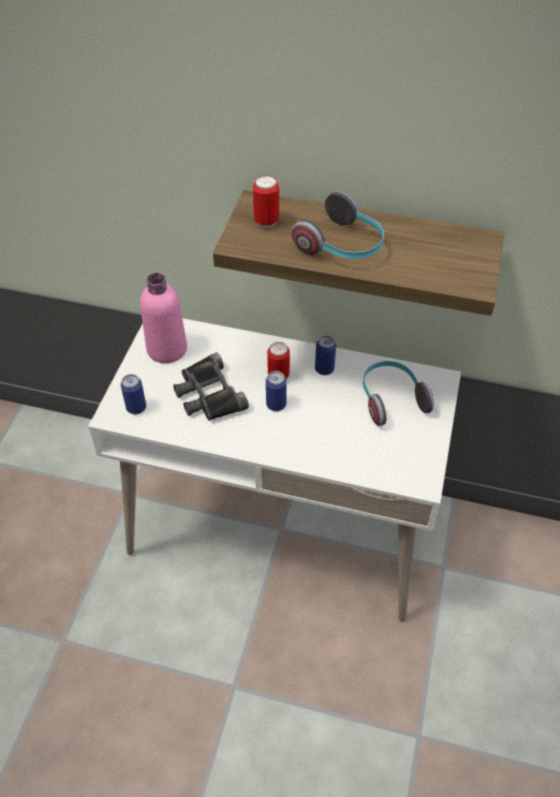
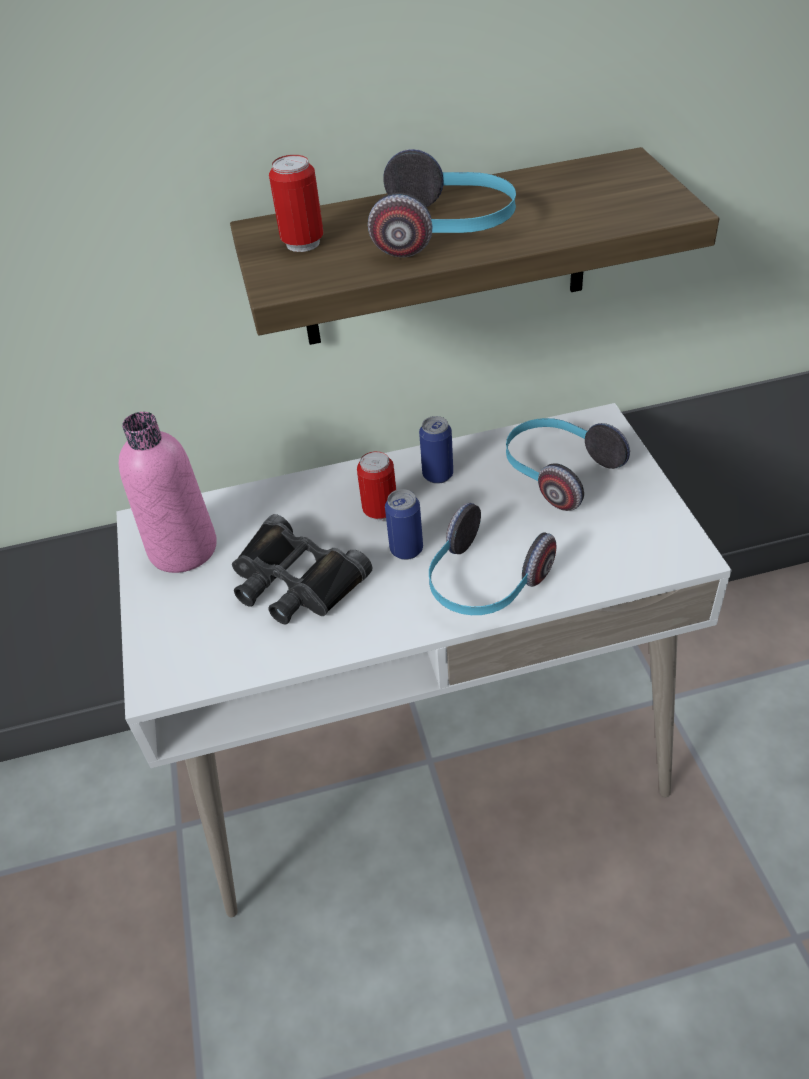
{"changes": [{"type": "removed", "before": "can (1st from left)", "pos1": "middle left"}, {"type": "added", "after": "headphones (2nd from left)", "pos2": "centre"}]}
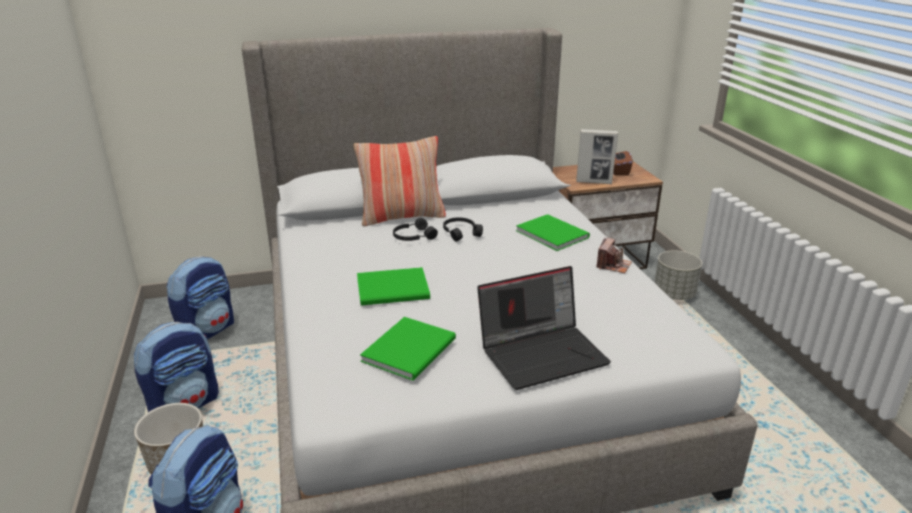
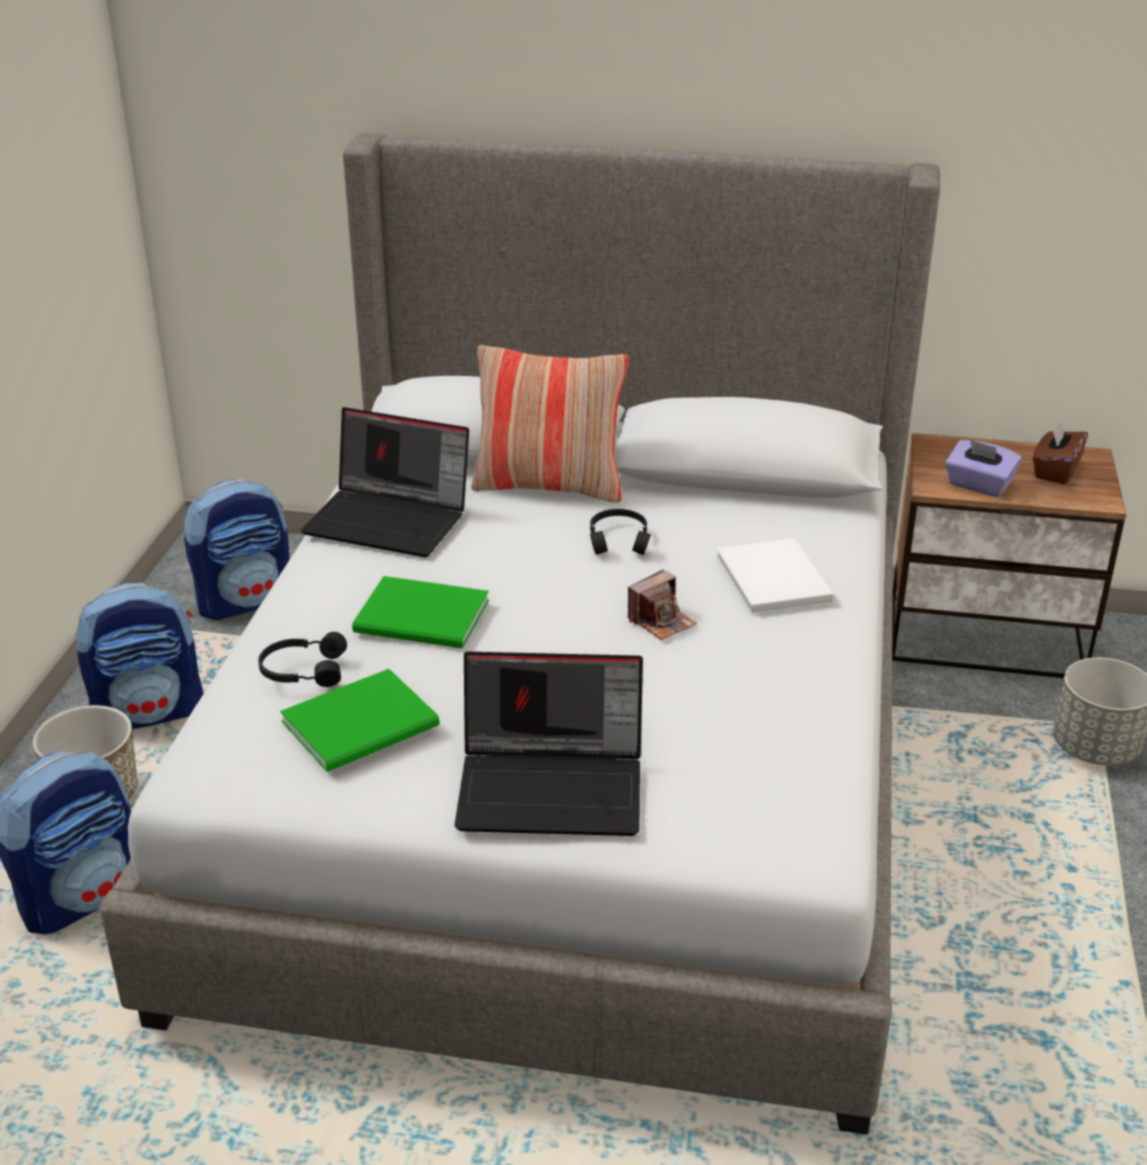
{"changes": [{"type": "replaced", "before": "picture frame", "after": "tissue box/purple", "pos1": "top centre", "pos2": "middle right"}, {"type": "recoloured", "before": "book/green (3rd from left)", "after": "book/white", "pos1": "centre", "pos2": "middle right"}, {"type": "moved", "before": "headphones/black (1st from left)", "pos1": "centre", "pos2": "middle left"}, {"type": "moved", "before": "photo camera", "pos1": "middle right", "pos2": "centre"}, {"type": "added", "after": "laptop (1st from left)", "pos2": "centre"}]}
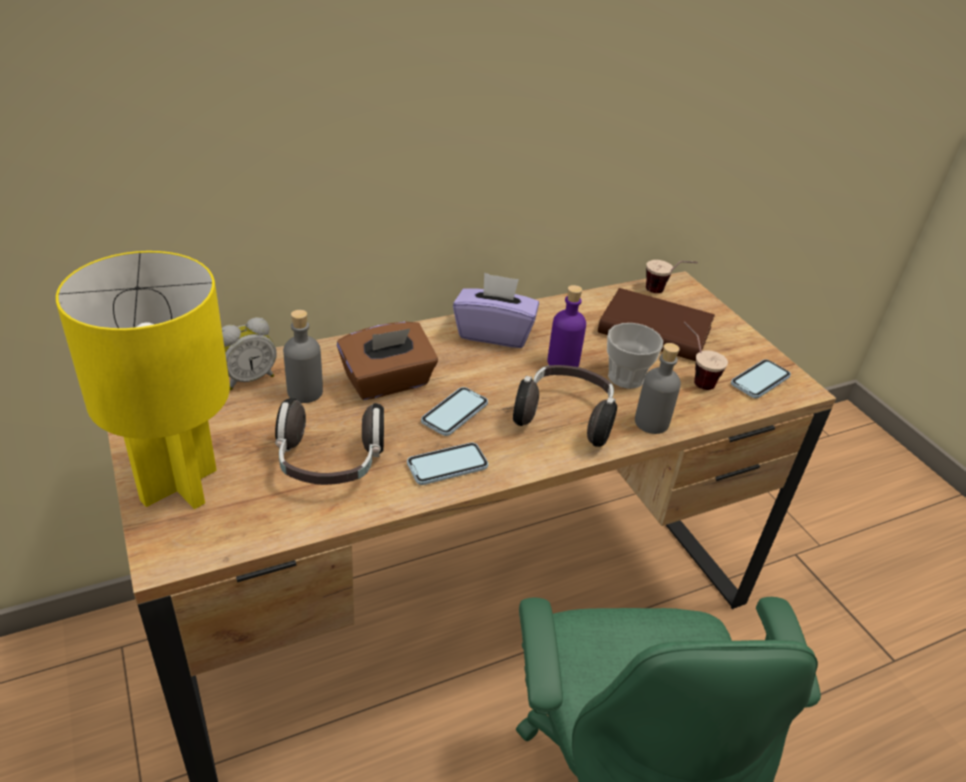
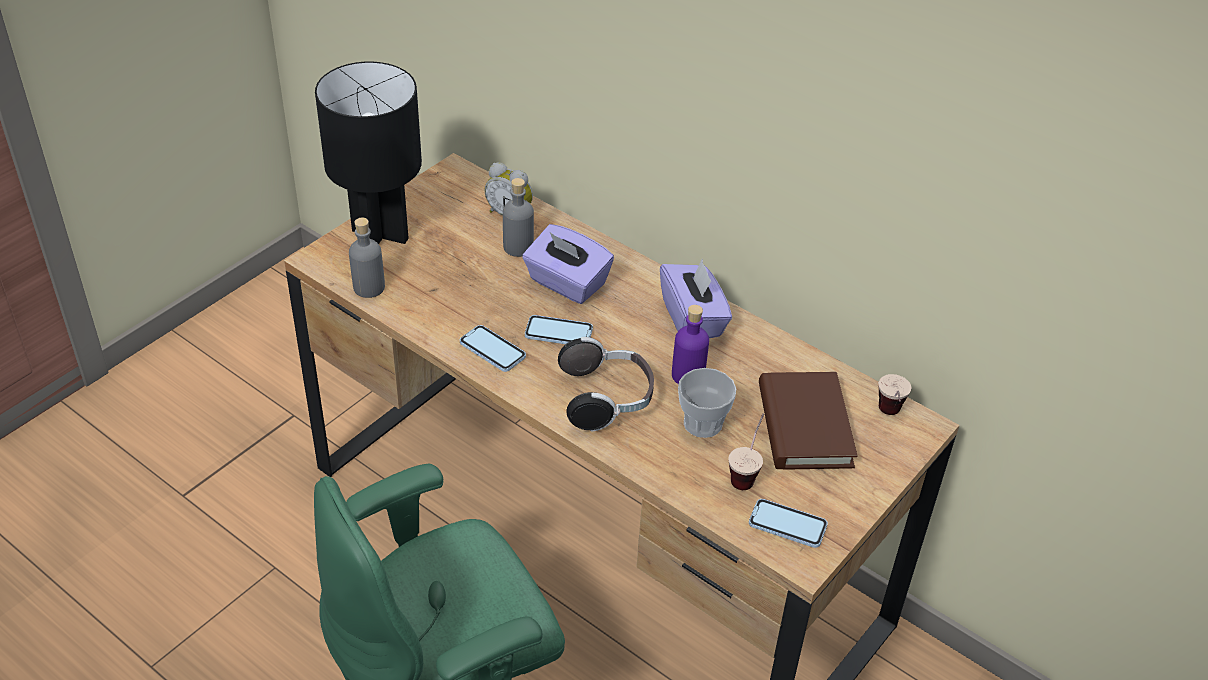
{"changes": [{"type": "recoloured", "before": "table lamp/yellow", "after": "table lamp/black", "pos1": "middle left", "pos2": "top left"}, {"type": "recoloured", "before": "tissue box/brown", "after": "tissue box/purple (1st from left)", "pos1": "centre", "pos2": "centre"}, {"type": "moved", "before": "bottle/grey (2nd from left in the first image)", "after": "bottle/grey (1st from left)", "pos1": "middle right", "pos2": "middle left"}, {"type": "removed", "before": "headphones (1st from left)", "pos1": "centre"}]}
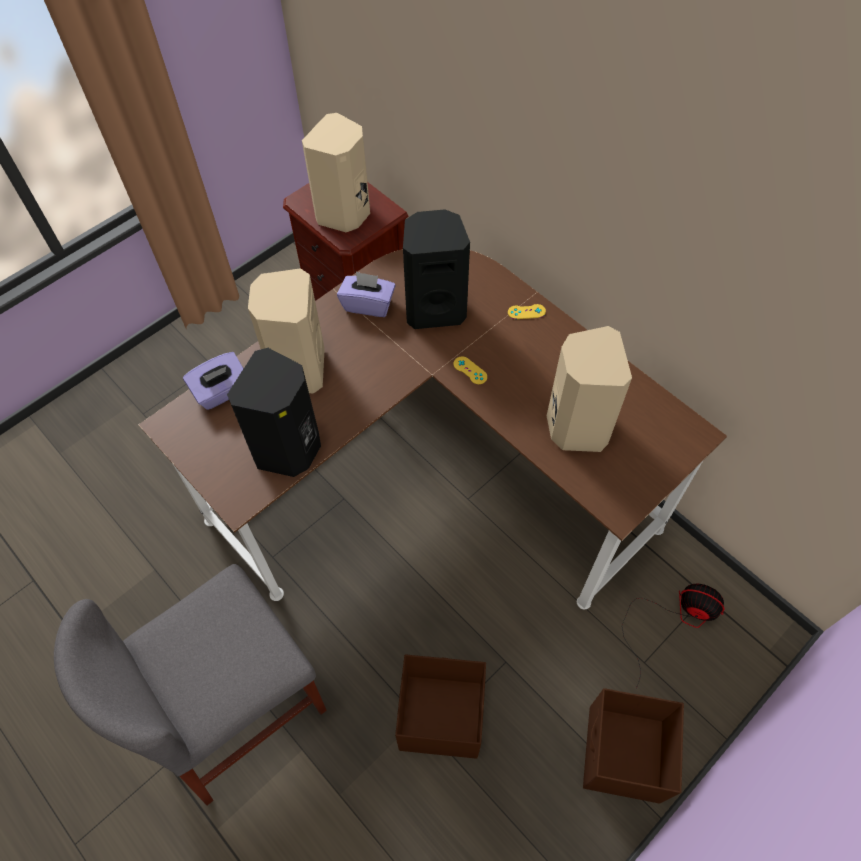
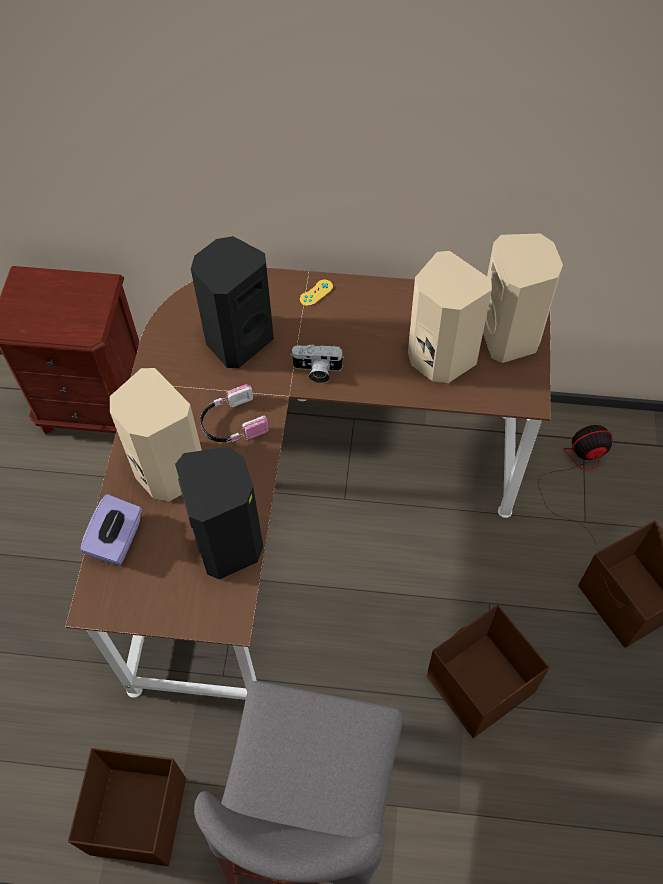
{"changes": [{"type": "moved", "before": "speaker/beige (2nd from left in the first image)", "after": "speaker/beige (3rd from left)", "pos1": "top centre", "pos2": "middle right"}, {"type": "removed", "before": "tissue box/purple (2nd from left)", "pos1": "centre"}, {"type": "replaced", "before": "game controller/yellow (1st from left)", "after": "photo camera", "pos1": "centre", "pos2": "centre"}, {"type": "added", "after": "headphones", "pos2": "centre"}, {"type": "added", "after": "storage box/brown (1st from left)", "pos2": "bottom left"}]}
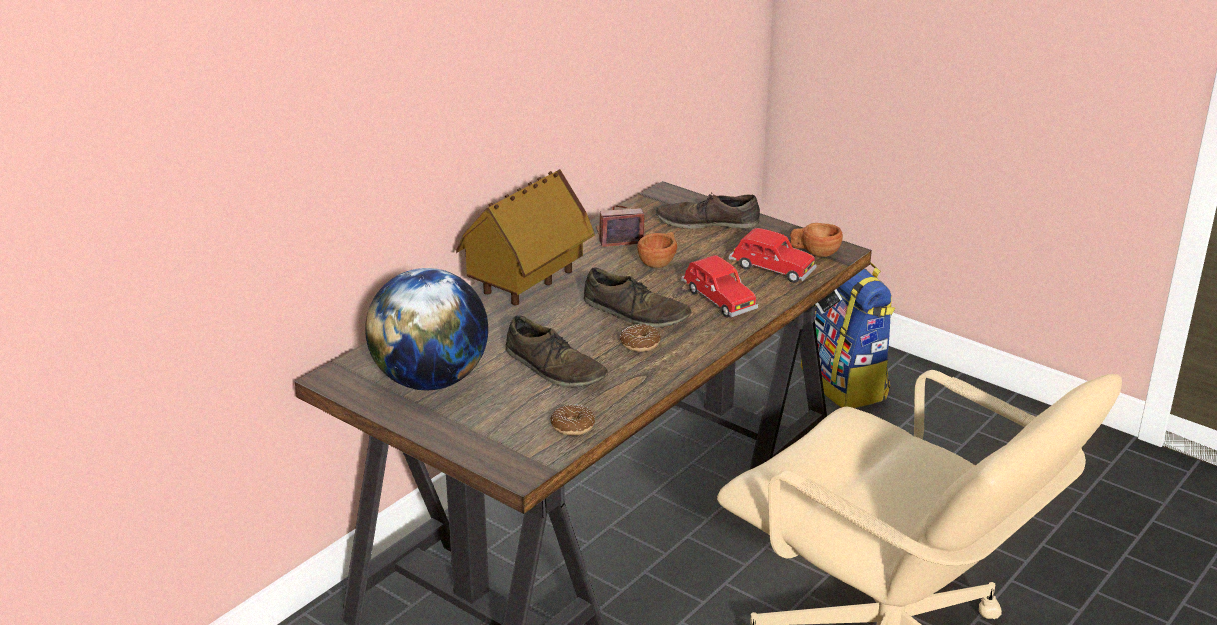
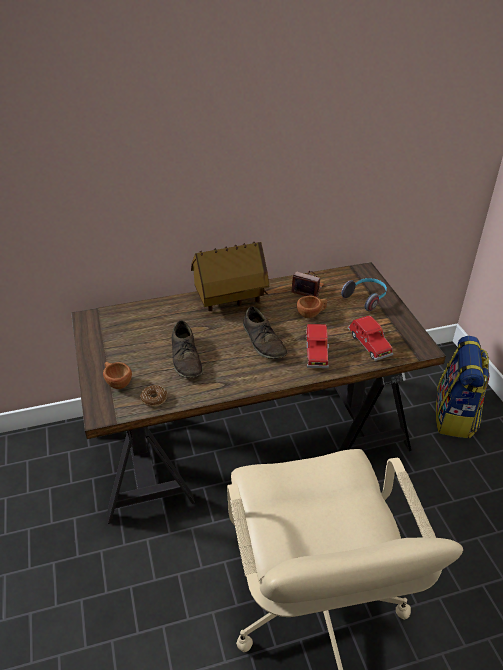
{"changes": [{"type": "replaced", "before": "shoe/brown (3rd from left)", "after": "headphones", "pos1": "centre", "pos2": "middle right"}, {"type": "moved", "before": "cup/brown (2nd from left in the first image)", "after": "cup/brown (1st from left)", "pos1": "middle right", "pos2": "middle left"}, {"type": "removed", "before": "globe", "pos1": "centre"}, {"type": "removed", "before": "donut (2nd from left)", "pos1": "centre"}]}
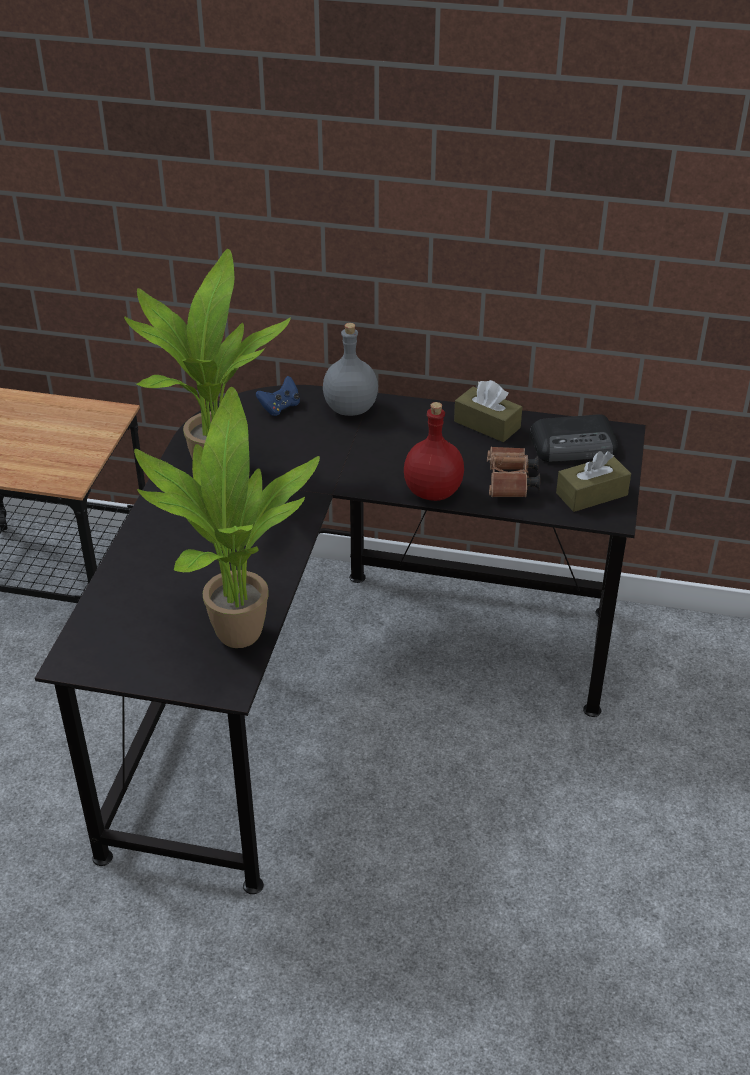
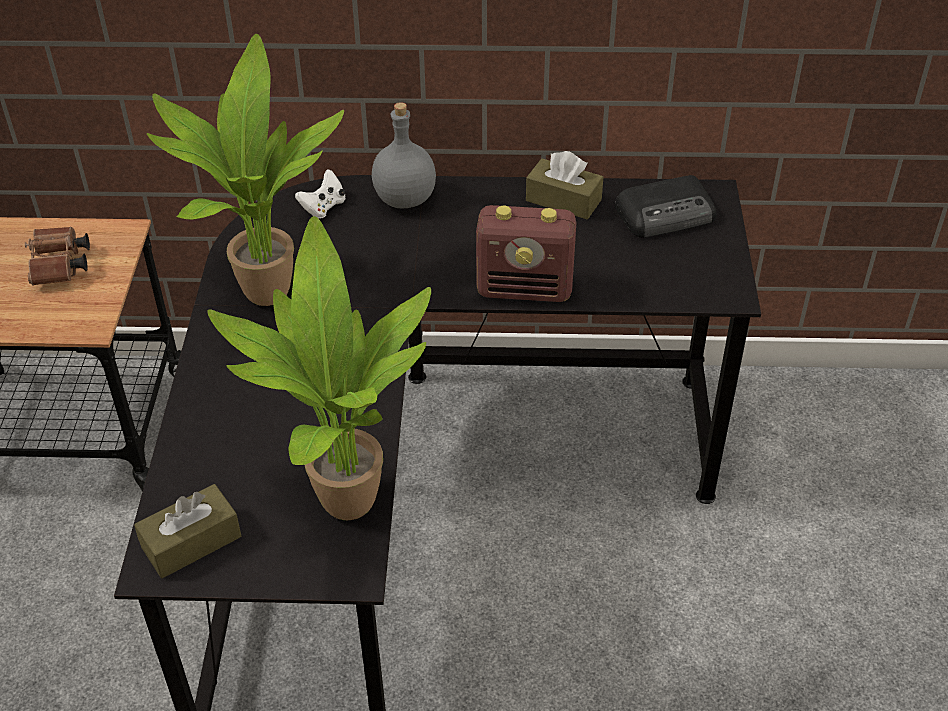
{"changes": [{"type": "recoloured", "before": "game controller/blue", "after": "game controller/white", "pos1": "centre", "pos2": "top centre"}, {"type": "replaced", "before": "bottle/red", "after": "radio (1st from left)", "pos1": "centre", "pos2": "centre"}, {"type": "moved", "before": "binoculars/brown", "pos1": "middle right", "pos2": "middle left"}, {"type": "moved", "before": "tissue box/brown (2nd from left in the first image)", "after": "tissue box/brown (1st from left)", "pos1": "middle right", "pos2": "bottom left"}]}
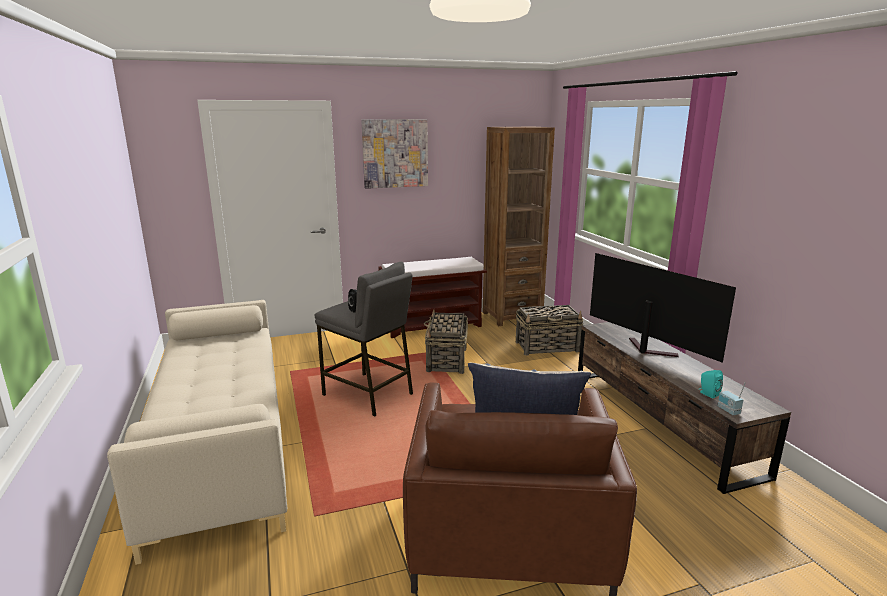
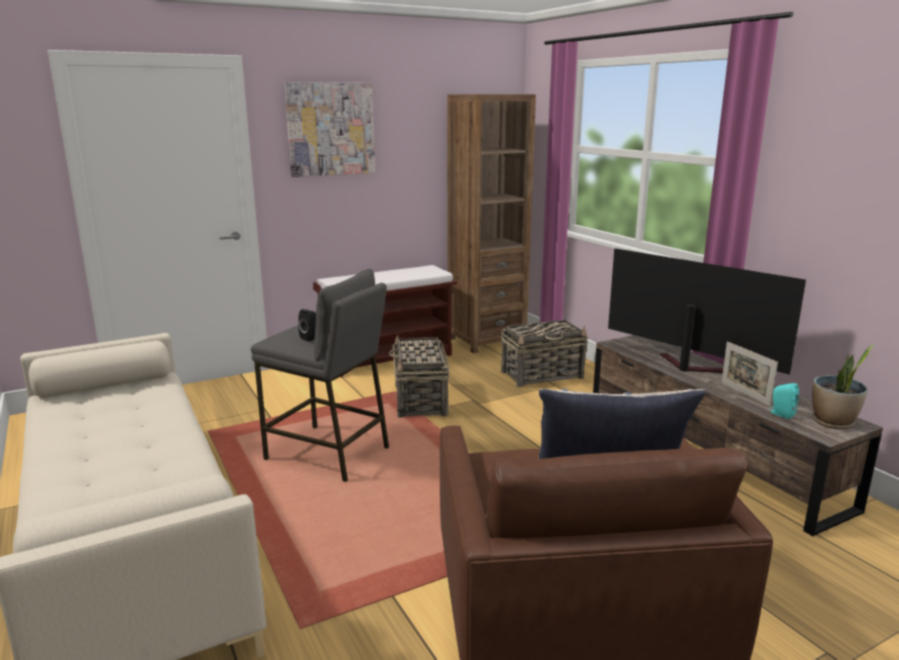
{"changes": [{"type": "removed", "before": "radio", "pos1": "bottom right"}, {"type": "added", "after": "picture frame", "pos2": "middle right"}, {"type": "added", "after": "potted plant", "pos2": "middle right"}]}
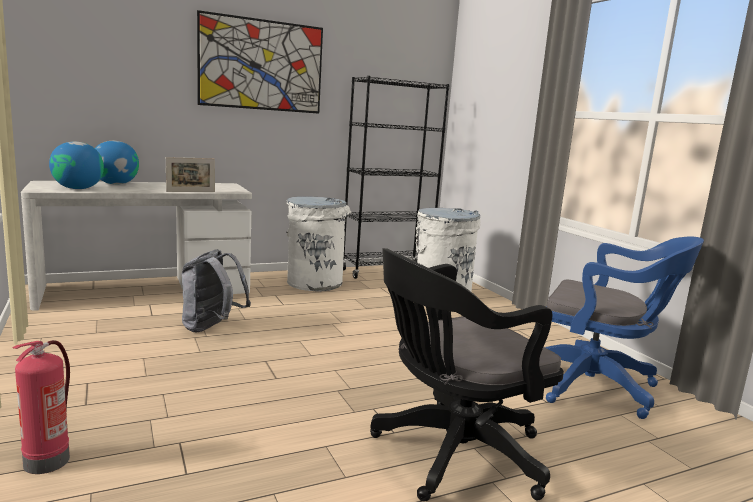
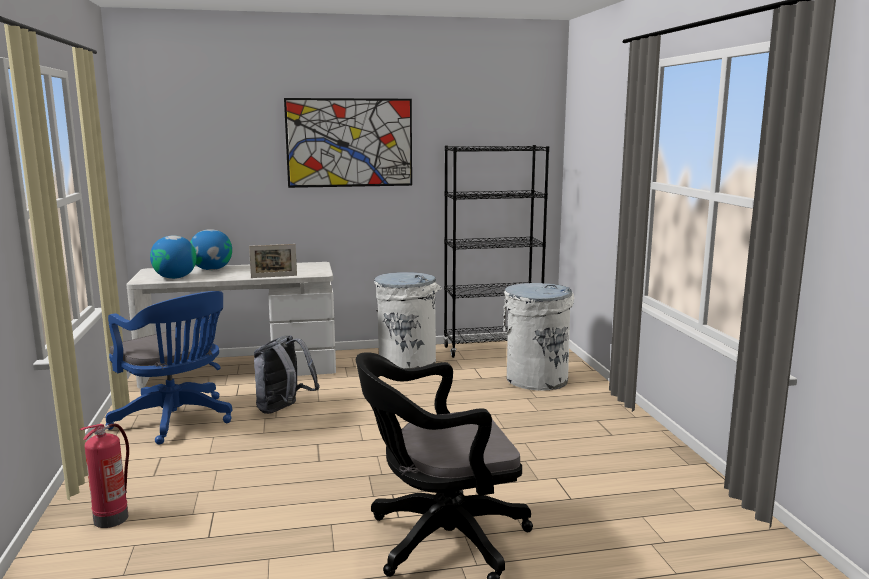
{"changes": [{"type": "moved", "before": "office chair/blue", "pos1": "middle right", "pos2": "middle left"}]}
